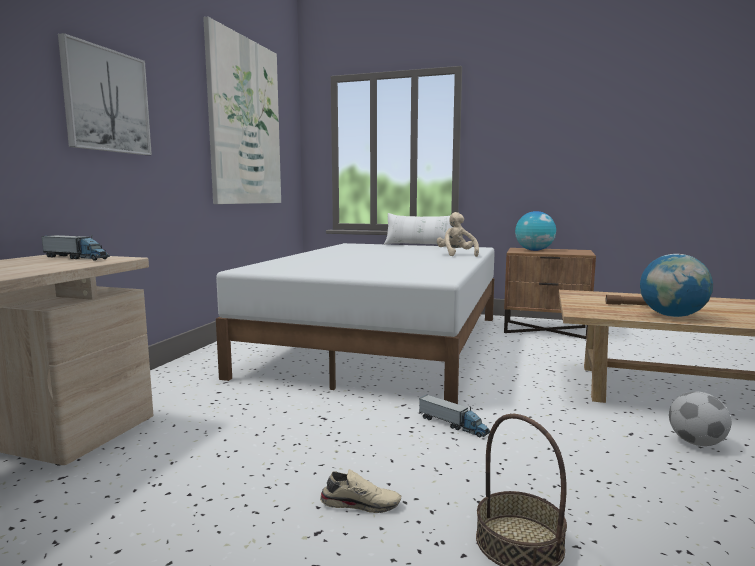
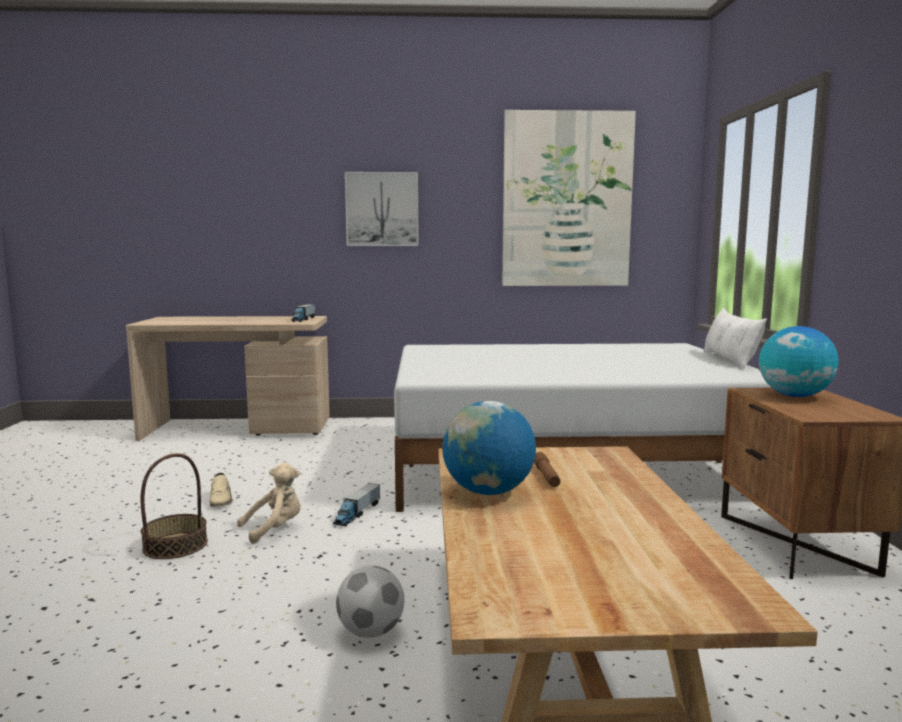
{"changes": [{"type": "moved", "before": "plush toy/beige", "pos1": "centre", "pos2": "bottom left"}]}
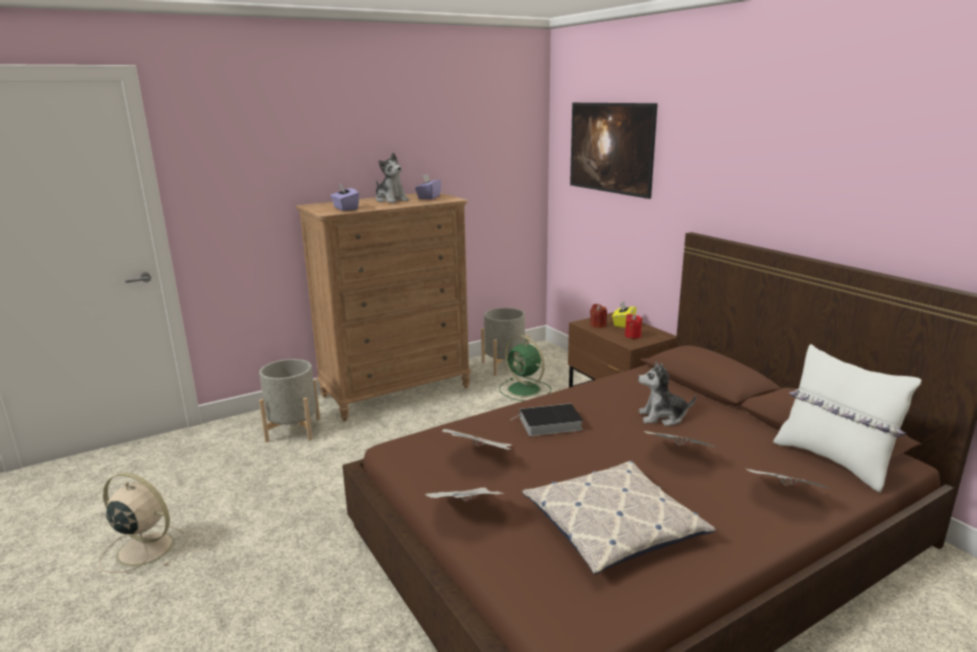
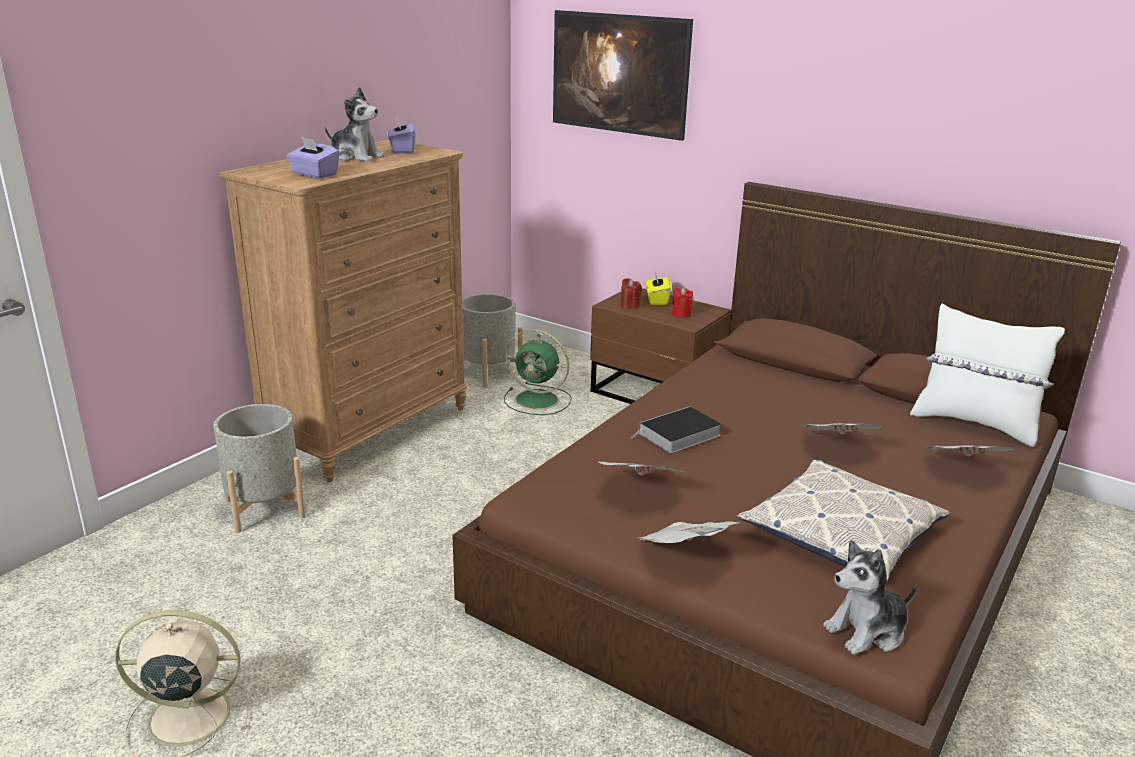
{"changes": [{"type": "moved", "before": "plush toy (2nd from left)", "pos1": "middle right", "pos2": "bottom right"}]}
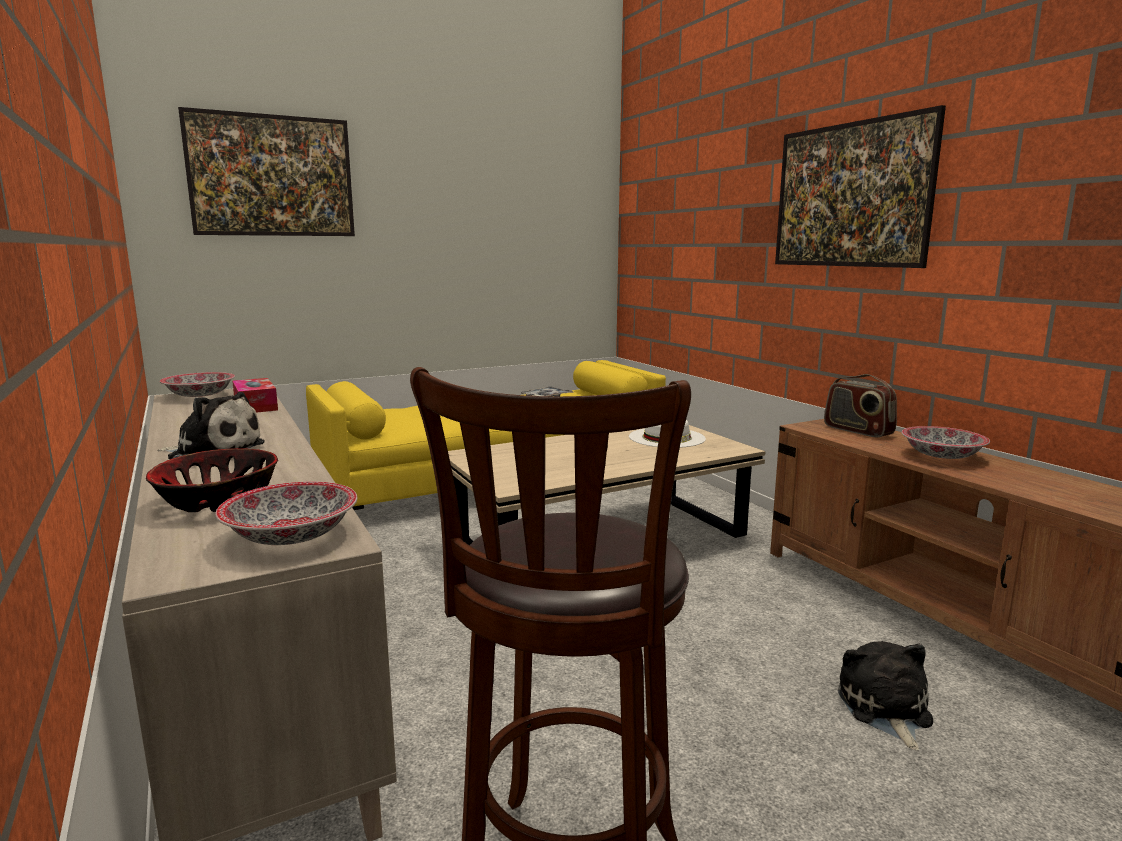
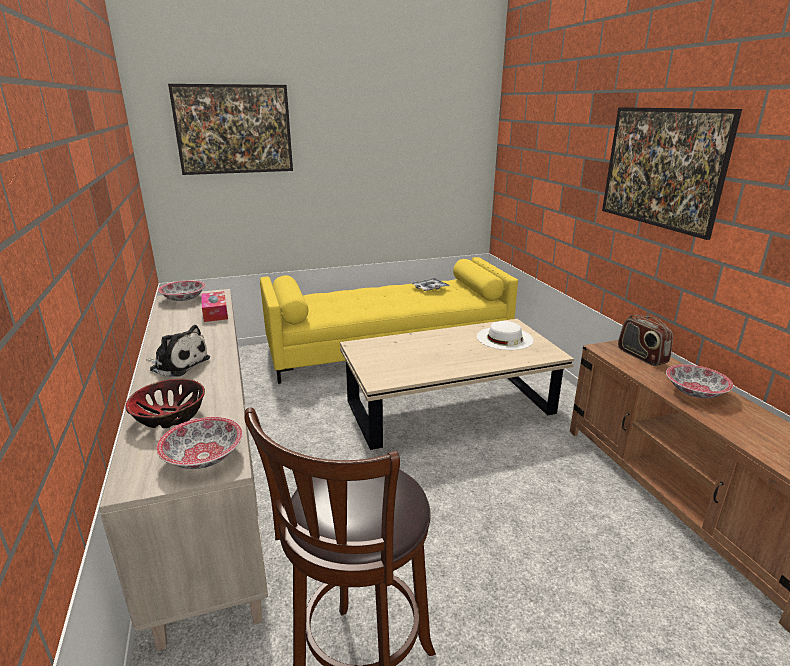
{"changes": [{"type": "removed", "before": "plush toy (2nd from left)", "pos1": "bottom right"}]}
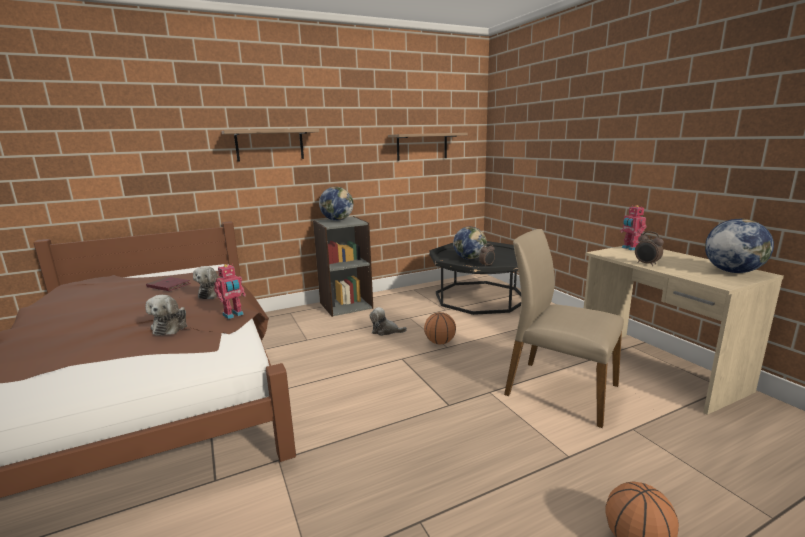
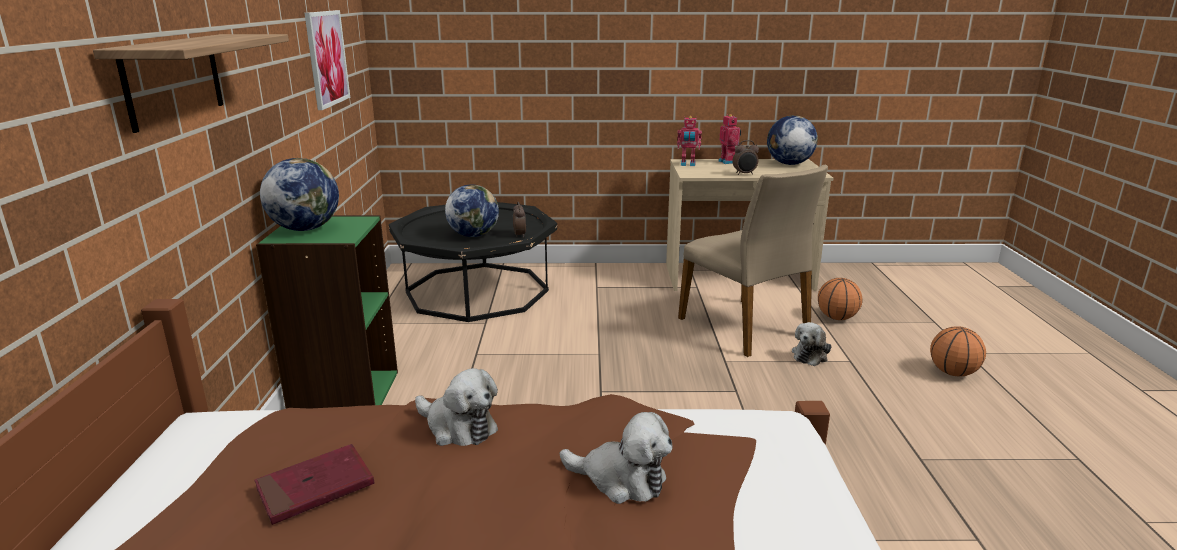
{"changes": [{"type": "replaced", "before": "shelf (2nd from left)", "after": "picture", "pos1": "top centre", "pos2": "top left"}, {"type": "recoloured", "before": "bookcase/grey", "after": "bookcase/green", "pos1": "centre", "pos2": "middle left"}, {"type": "turned", "before": "chair/beige", "pos1": "middle right", "pos2": "centre", "turn": -90}, {"type": "moved", "before": "toy robot (1st from left in the first image)", "after": "toy robot (2nd from left)", "pos1": "middle left", "pos2": "top centre"}, {"type": "moved", "before": "plush toy (3rd from left)", "pos1": "centre", "pos2": "middle right"}, {"type": "moved", "before": "basketball (1st from left)", "pos1": "centre", "pos2": "middle right"}]}
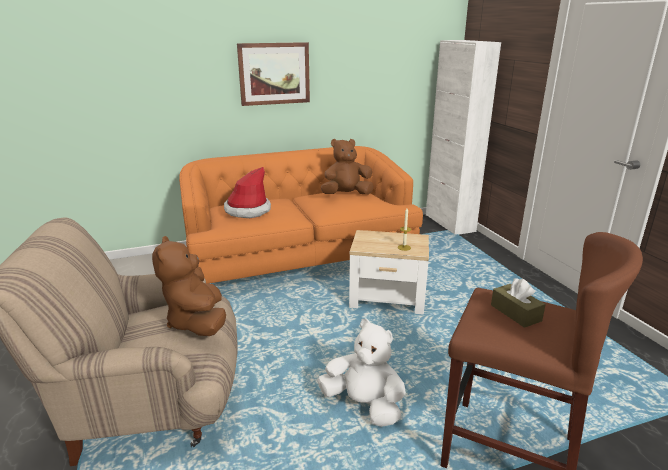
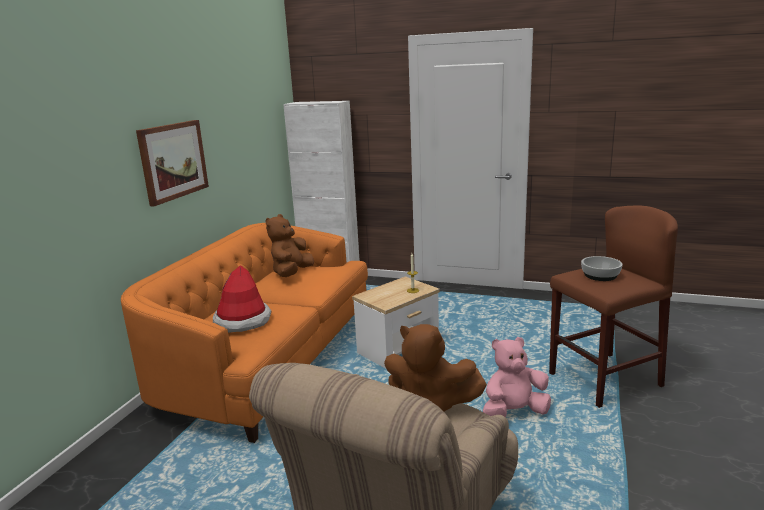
{"changes": [{"type": "replaced", "before": "tissue box/brown", "after": "bowl", "pos1": "middle right", "pos2": "middle right"}, {"type": "recoloured", "before": "plush toy/white", "after": "plush toy/pink", "pos1": "bottom centre", "pos2": "bottom right"}]}
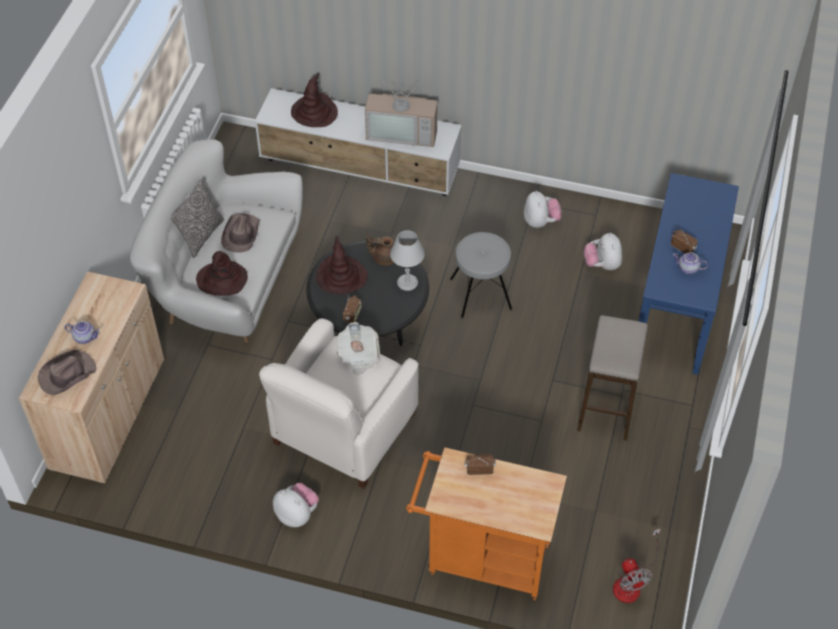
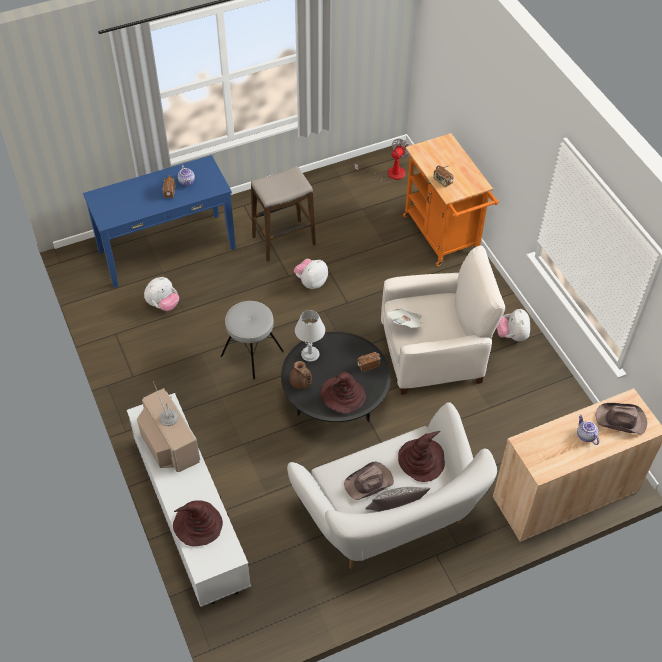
{"changes": [{"type": "moved", "before": "plush toy (2nd from left)", "pos1": "top centre", "pos2": "centre"}]}
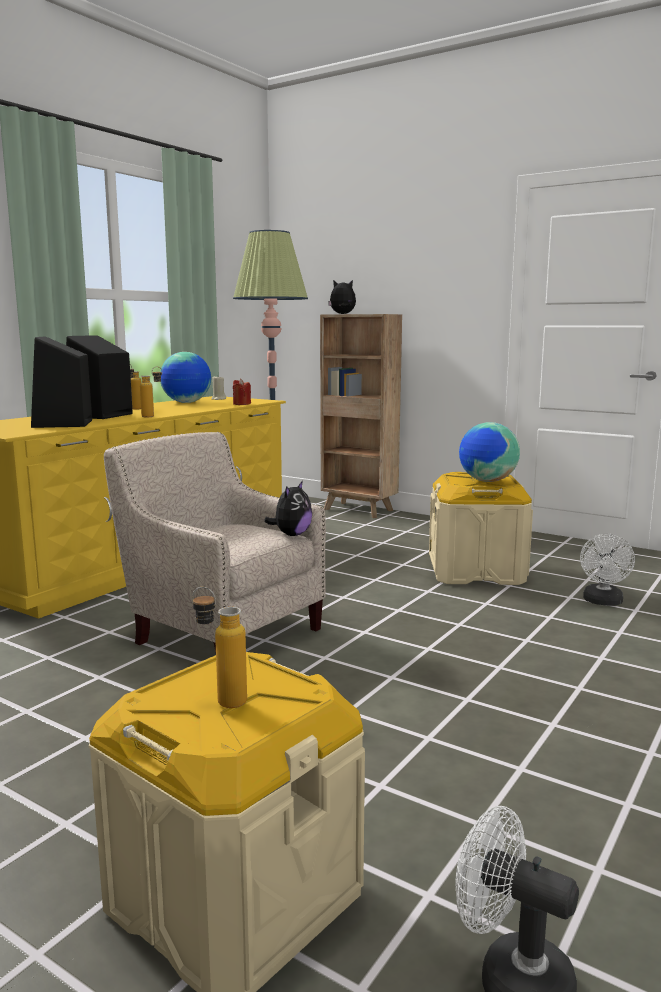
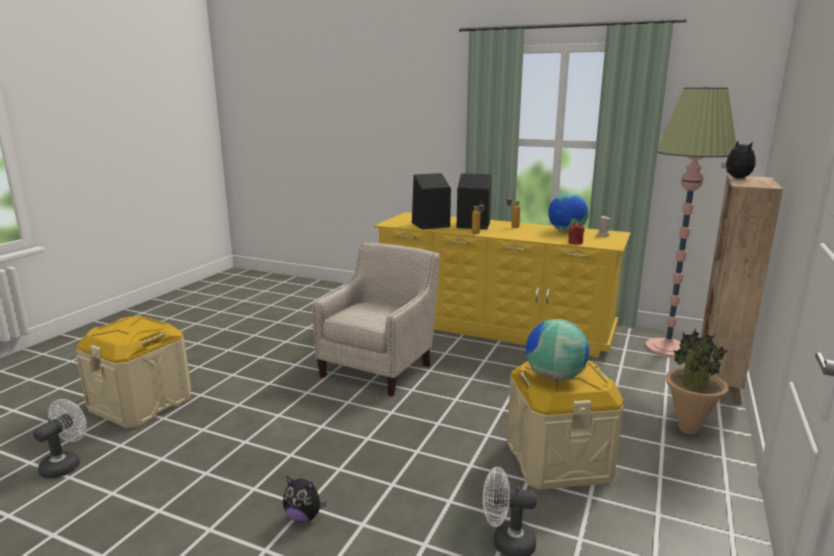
{"changes": [{"type": "moved", "before": "plush toy (1st from left)", "pos1": "centre", "pos2": "bottom centre"}, {"type": "removed", "before": "bottle (3rd from left)", "pos1": "middle left"}, {"type": "added", "after": "potted plant", "pos2": "bottom right"}]}
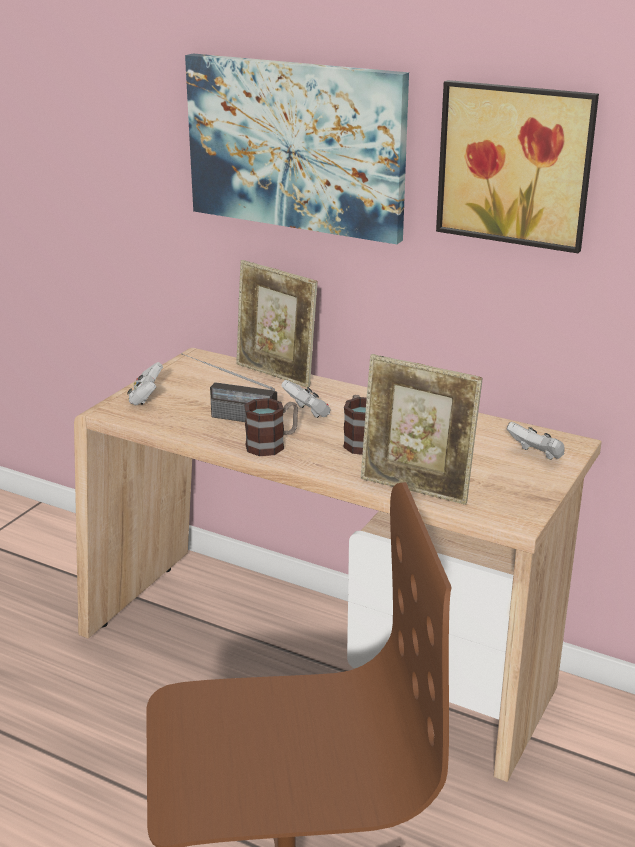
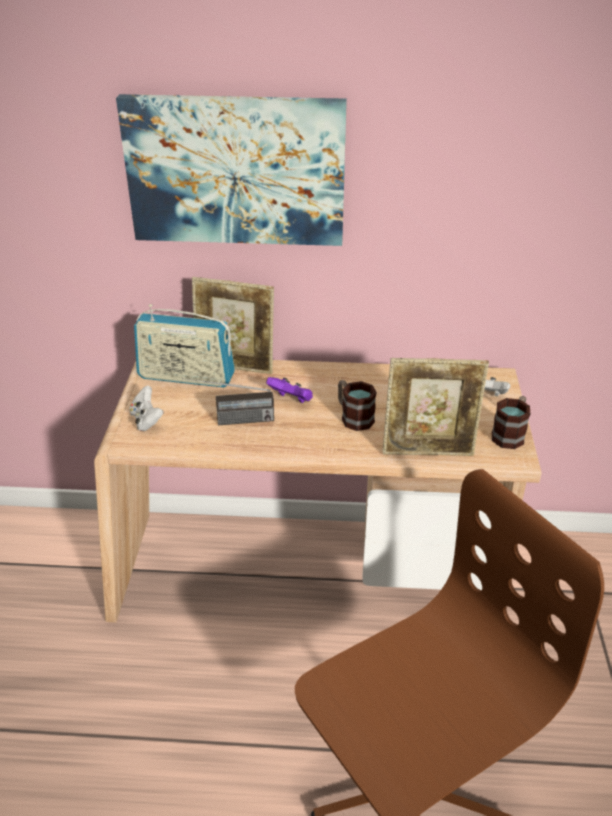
{"changes": [{"type": "removed", "before": "picture (2nd from left)", "pos1": "top right"}, {"type": "recoloured", "before": "game controller/white (2nd from left)", "after": "game controller/purple", "pos1": "centre", "pos2": "centre"}, {"type": "moved", "before": "mug (1st from left in the first image)", "after": "mug (2nd from left)", "pos1": "centre", "pos2": "middle right"}, {"type": "added", "after": "radio (1st from left)", "pos2": "middle left"}]}
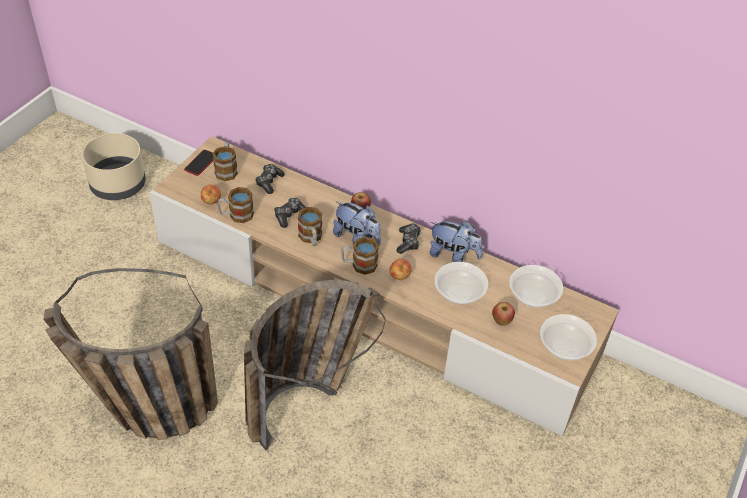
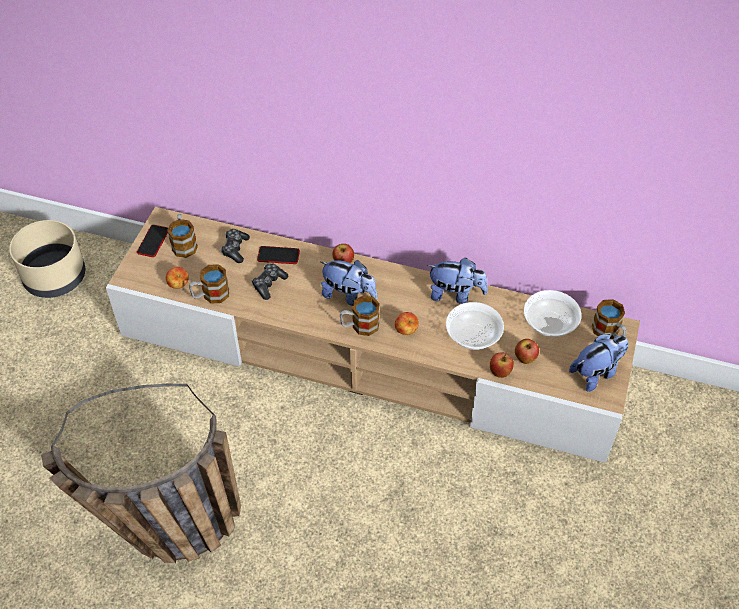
{"changes": [{"type": "moved", "before": "mug (3rd from left in the first image)", "after": "mug (4th from left)", "pos1": "centre", "pos2": "middle right"}, {"type": "removed", "before": "game controller (3rd from left)", "pos1": "centre"}, {"type": "removed", "before": "basket (2nd from left)", "pos1": "bottom centre"}, {"type": "replaced", "before": "bowl (3rd from left)", "after": "plush toy (3rd from left)", "pos1": "bottom right", "pos2": "middle right"}, {"type": "added", "after": "phone (2nd from left)", "pos2": "centre"}, {"type": "added", "after": "apple (4th from left)", "pos2": "middle right"}]}
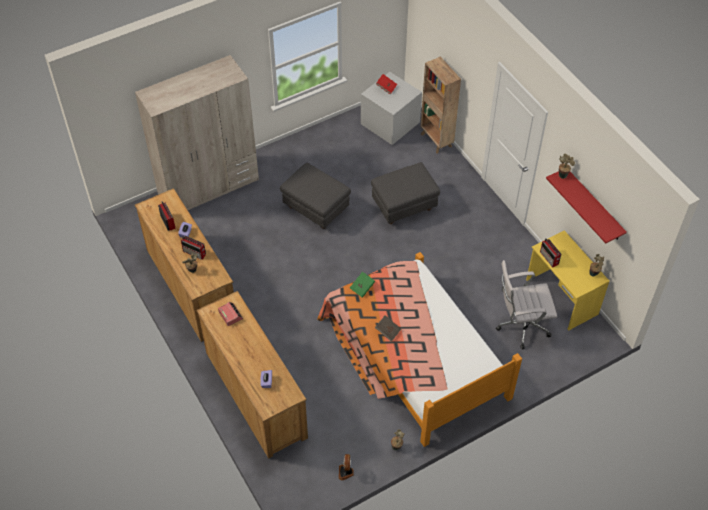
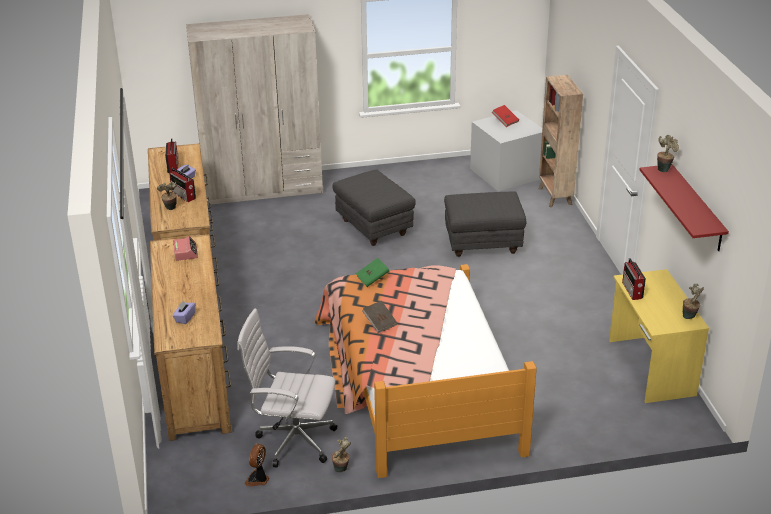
{"changes": [{"type": "moved", "before": "office chair/white", "pos1": "middle right", "pos2": "bottom centre"}]}
